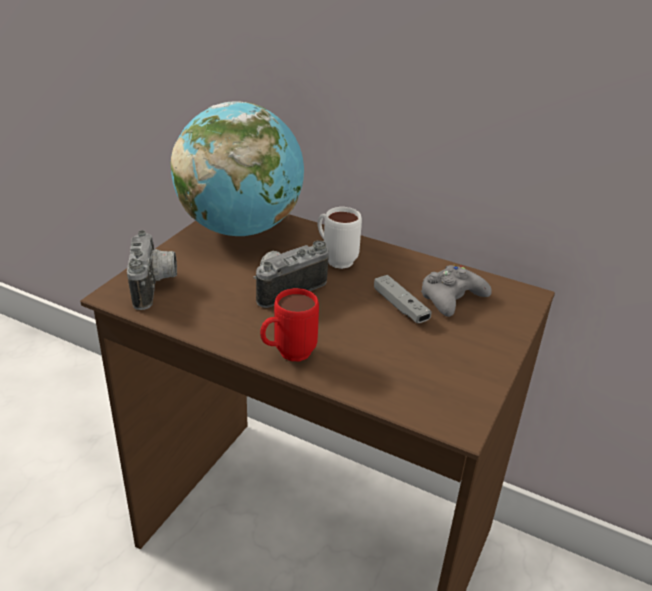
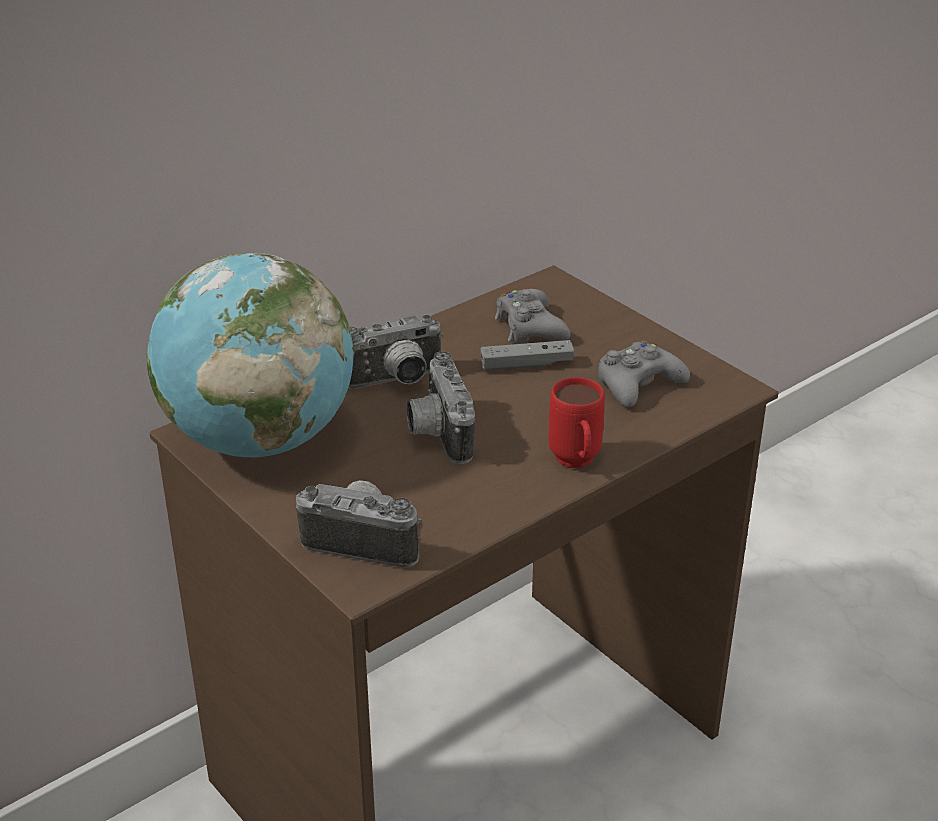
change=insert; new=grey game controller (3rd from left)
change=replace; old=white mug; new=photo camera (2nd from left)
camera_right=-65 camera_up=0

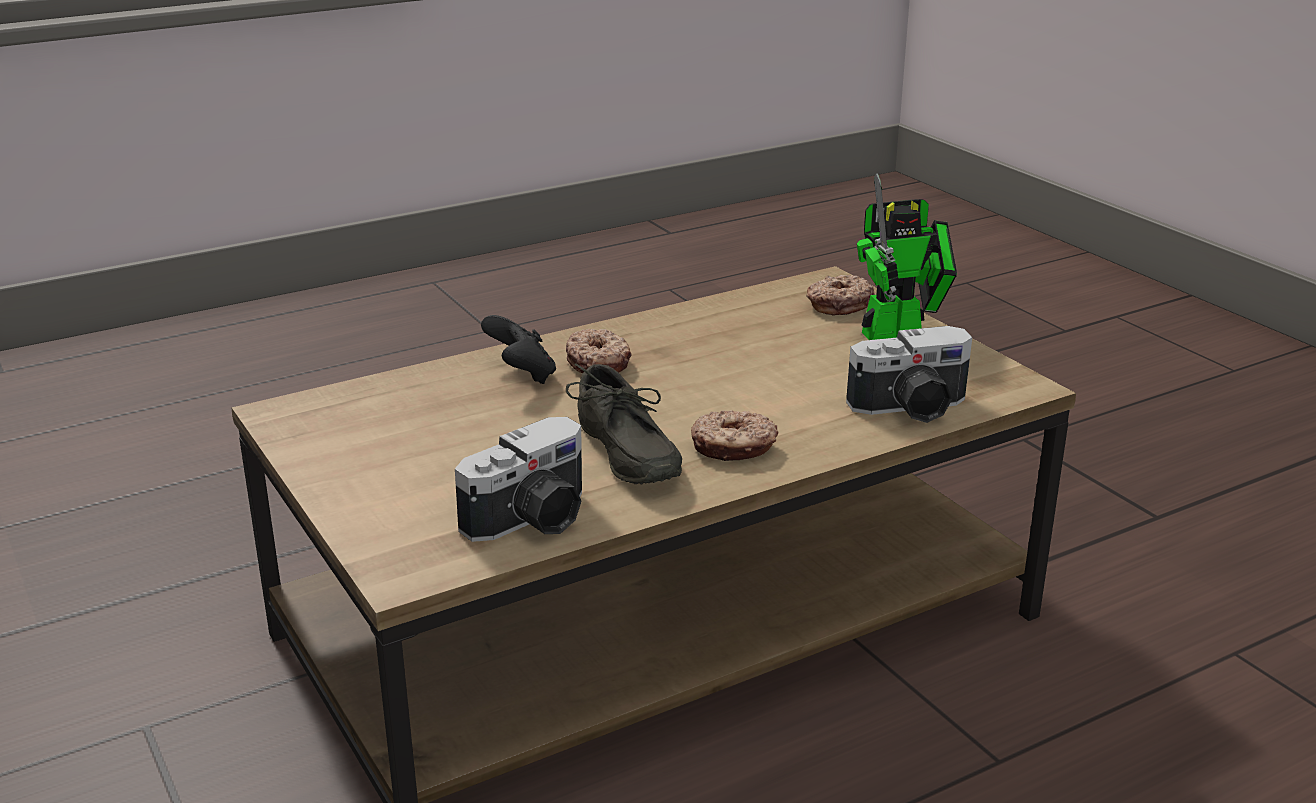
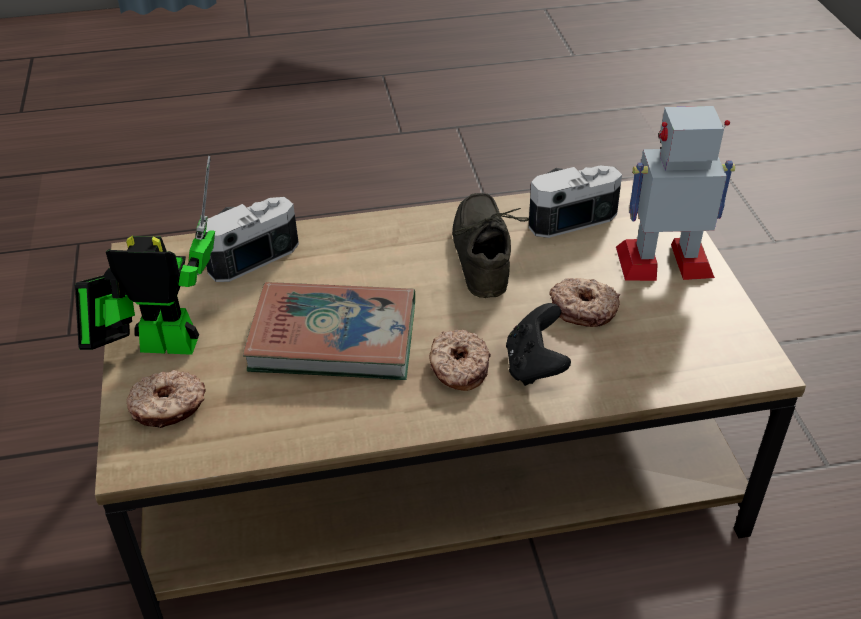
change=insert; new=book
change=insert; new=toy robot (2nd from left)
change=move; old=donut (2nd from left in the first image); new=donut (3rd from left)
change=rotate; old=photo camera (2nd from left in the first image); degrees=-45
camera_right=-160 camera_up=15

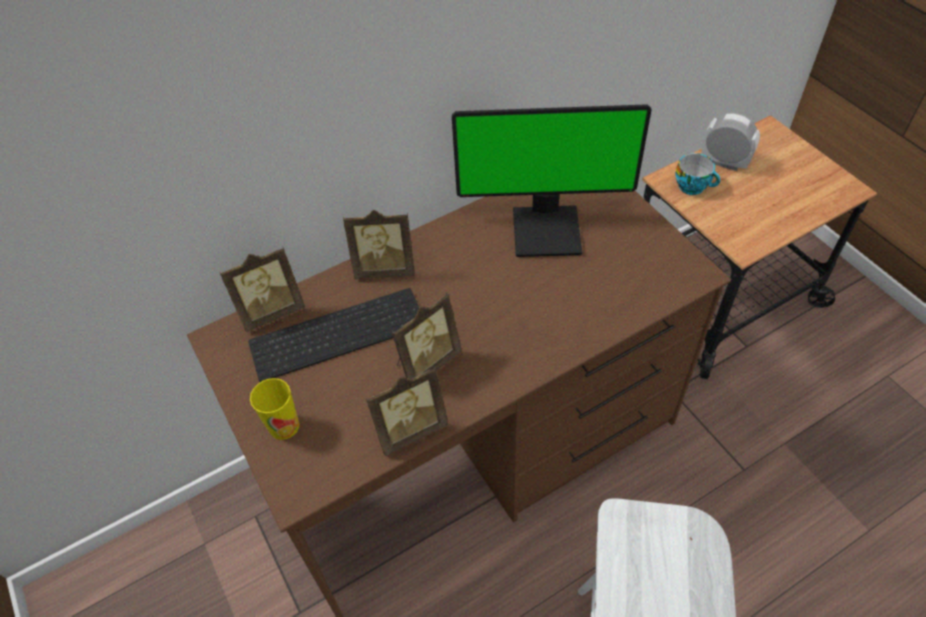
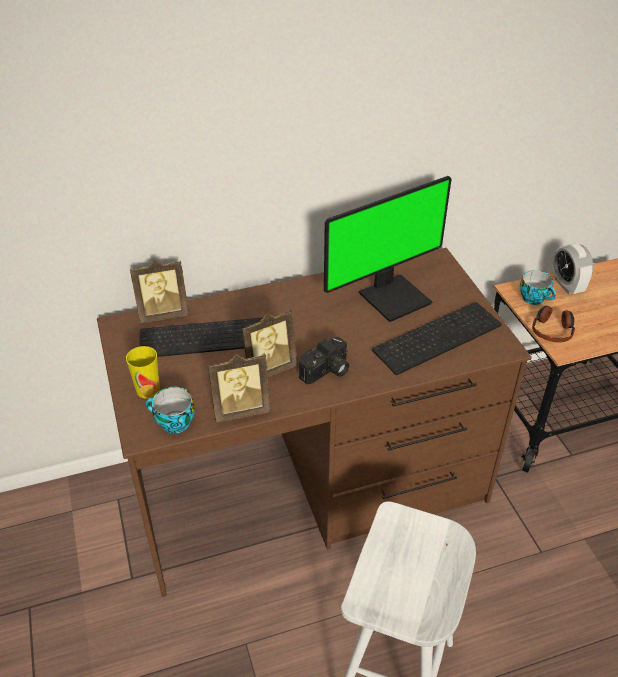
change=delete; old=picture frame (2nd from left)
change=insert; new=cup (2nd from left)
change=insert; new=photo camera
change=insert; new=keyboard (2nd from left)
change=insert; new=headphones
change=rotate; old=monitor; degrees=-45
change=rotate; old=alarm clock; degrees=-150
camera_right=10 camera_up=-10

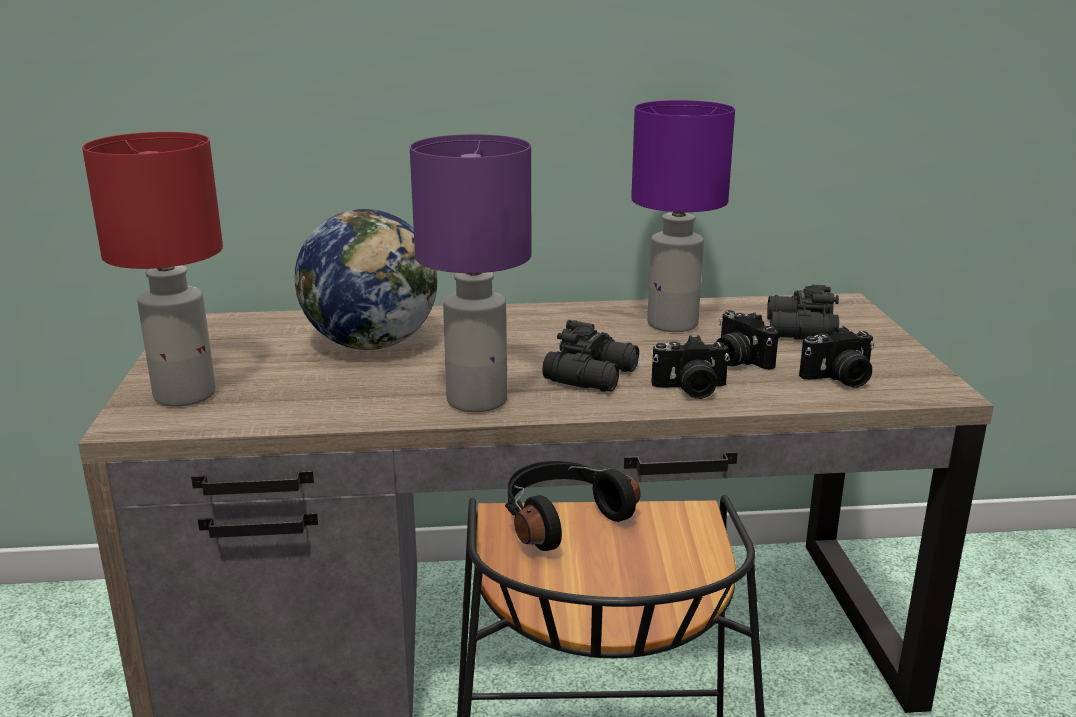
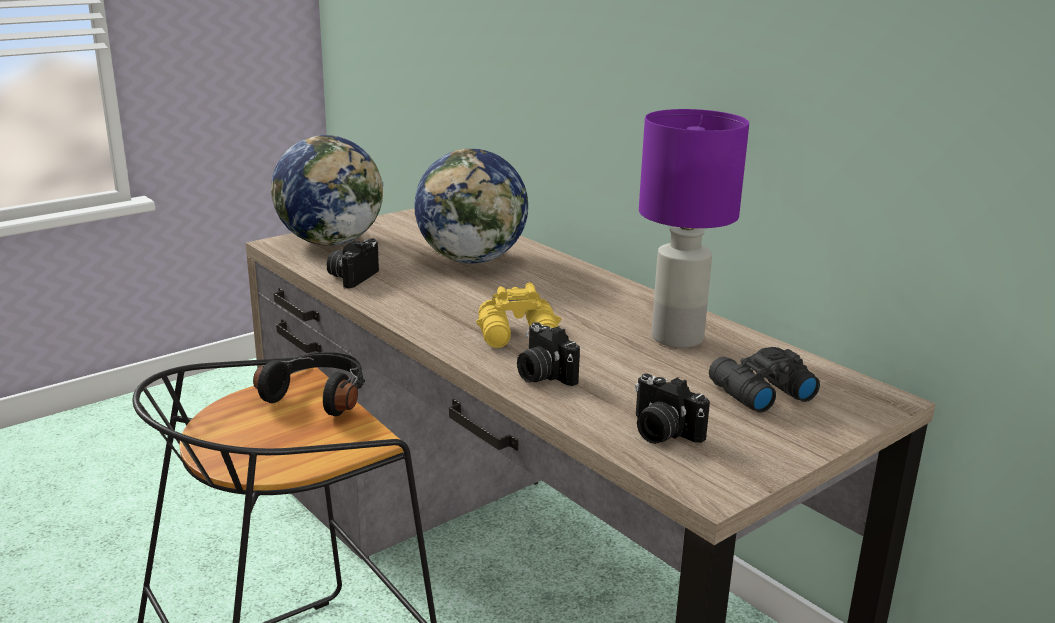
change=delete; old=purple table lamp (1st from left)
change=move; old=photo camera (2nd from left in the first image); new=photo camera (1st from left)
change=replace; old=red table lamp; new=globe (1st from left)
change=recolor; old=black binoculars (1st from left); new=yellow binoculars
camera_right=55 camera_up=0

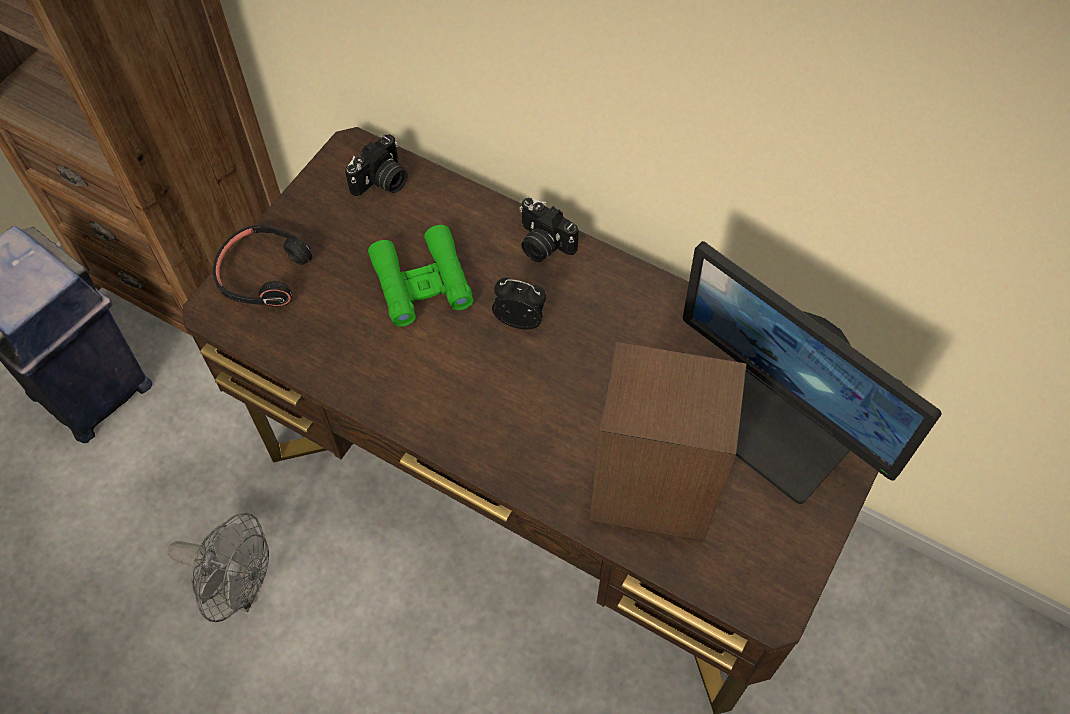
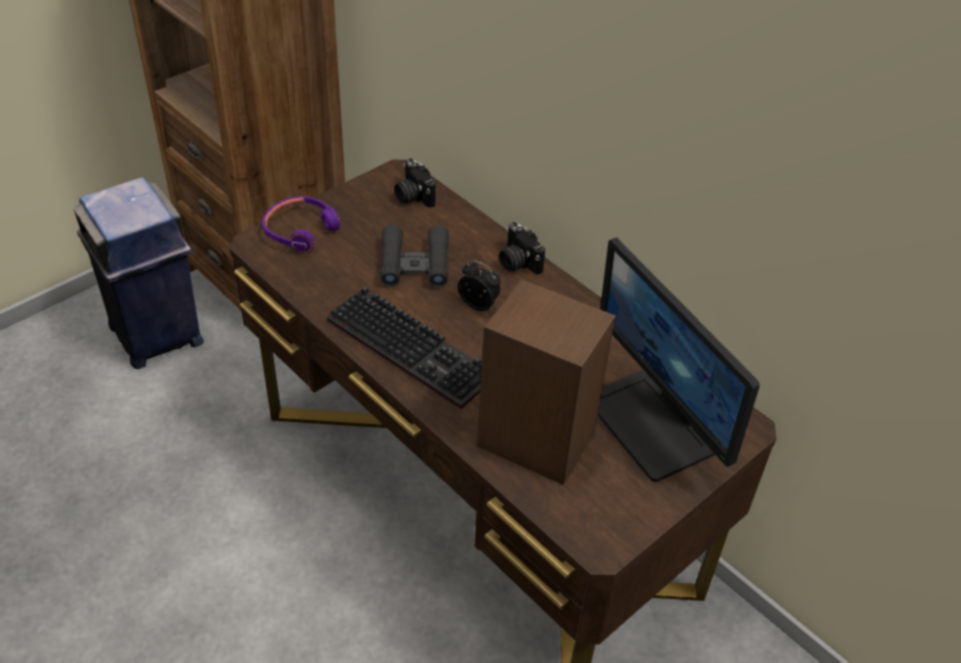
change=delete; old=grey fan
change=insert; new=keyboard
change=recolor; old=black headphones; new=purple headphones
change=recolor; old=green binoculars; new=black binoculars
change=rotate; old=photo camera (1st from left); degrees=90
camera_right=15 camera_up=-15

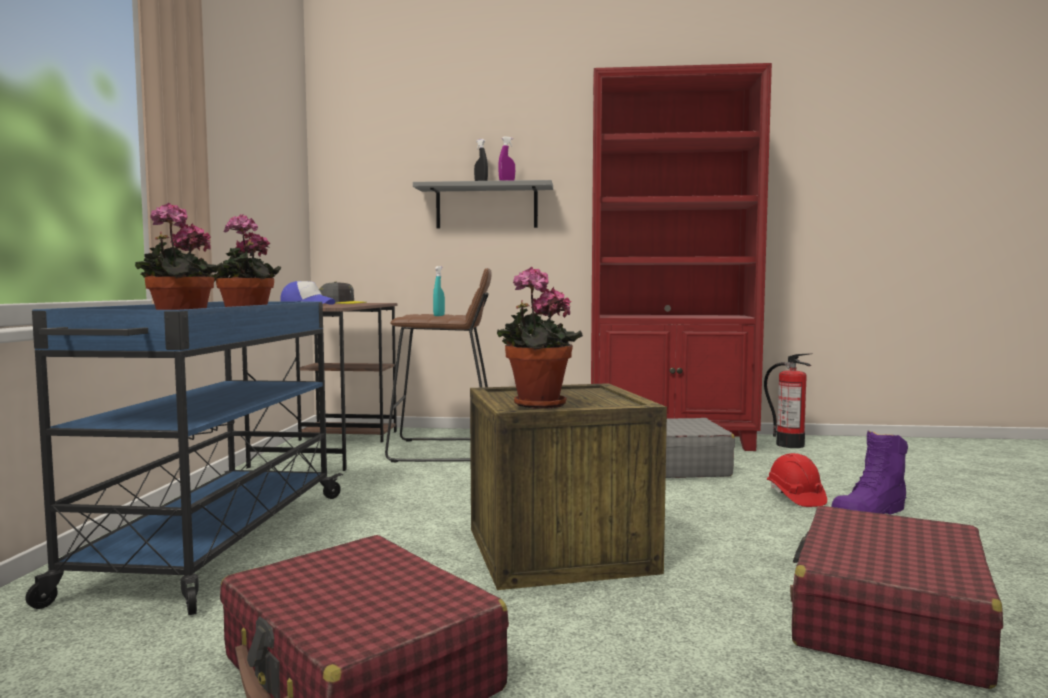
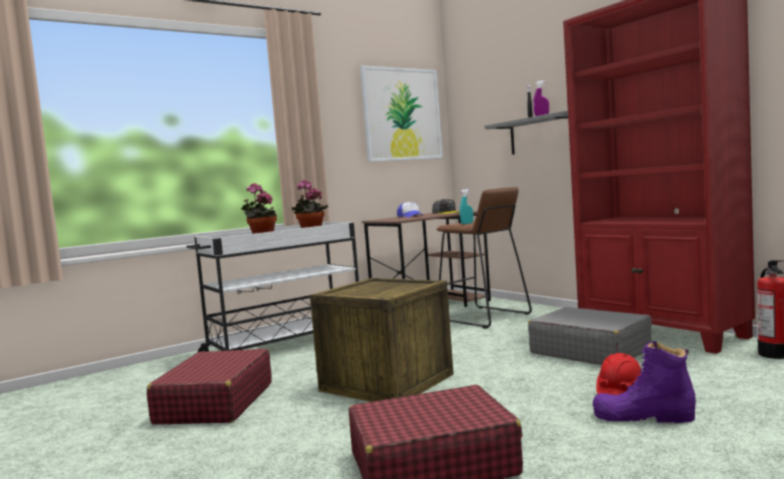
change=delete; old=potted plant (3rd from left)
change=insert; new=picture
change=recolor; old=blue cart; new=white cart
camera_right=50 camera_up=0

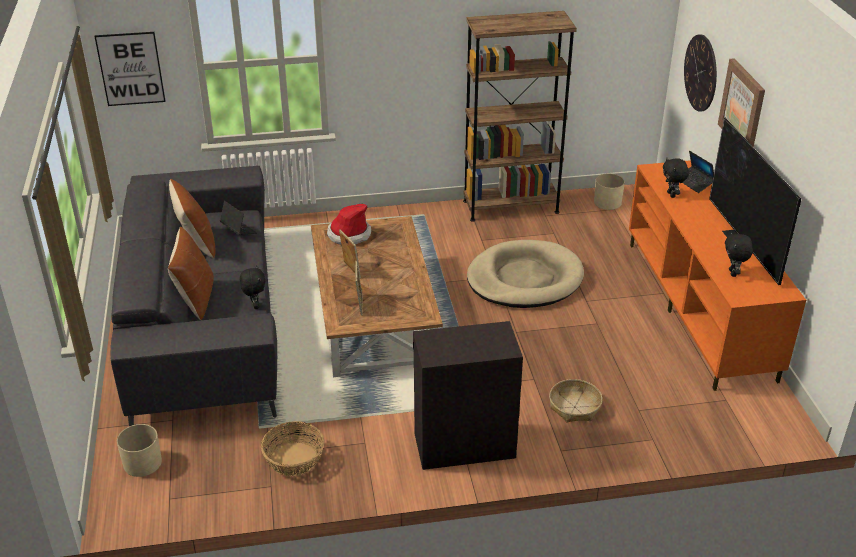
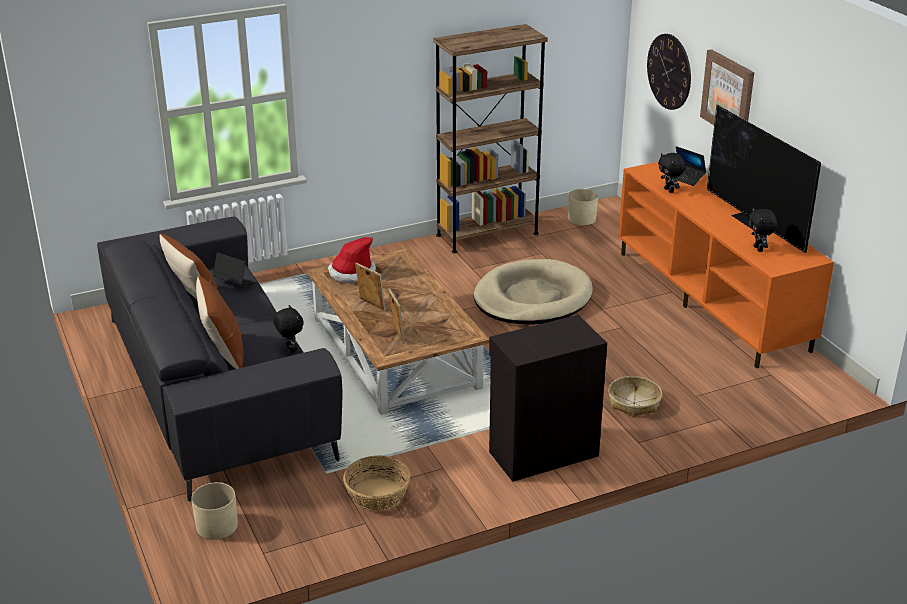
change=delete; old=picture (1st from left)
camera_right=-15 camera_up=-5

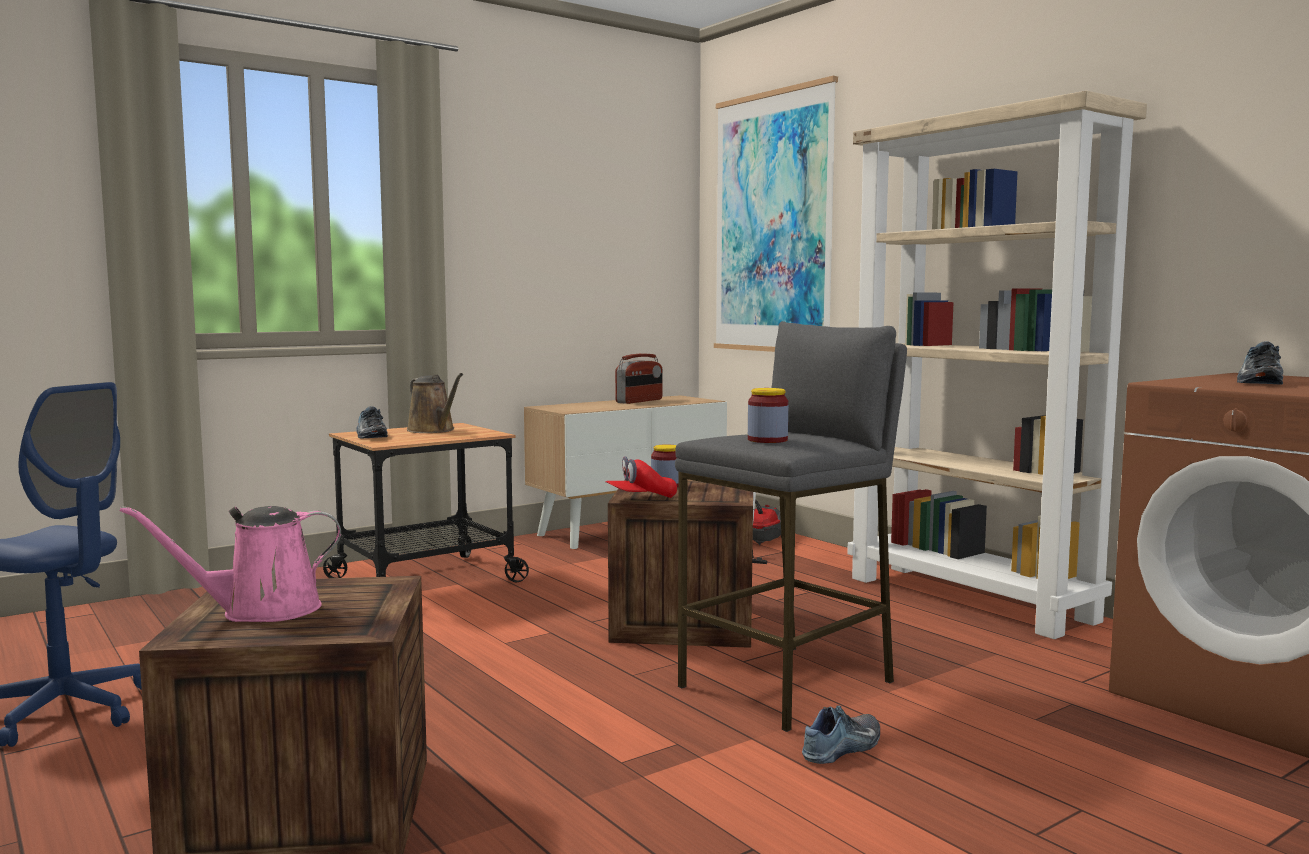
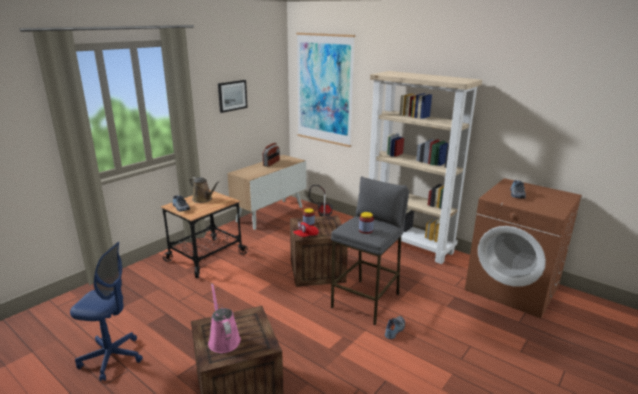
change=insert; new=picture (1st from left)
change=rotate; old=pink watering can; degrees=105
camera_right=-15 camera_up=15

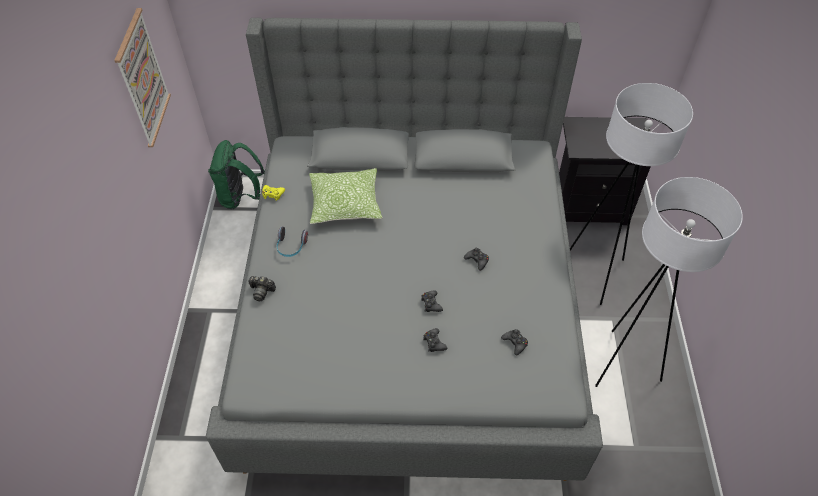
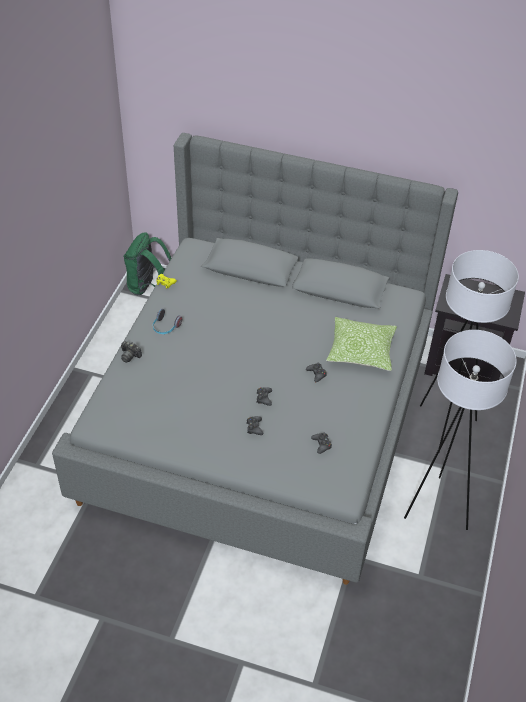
change=delete; old=picture
change=move; old=pillow
camera_right=15 camera_up=-5

